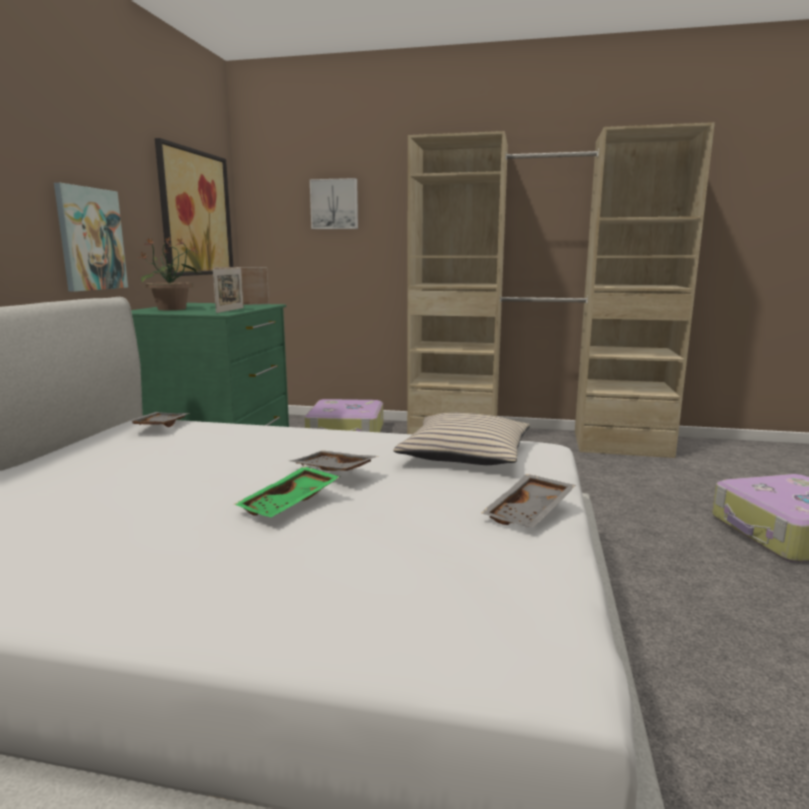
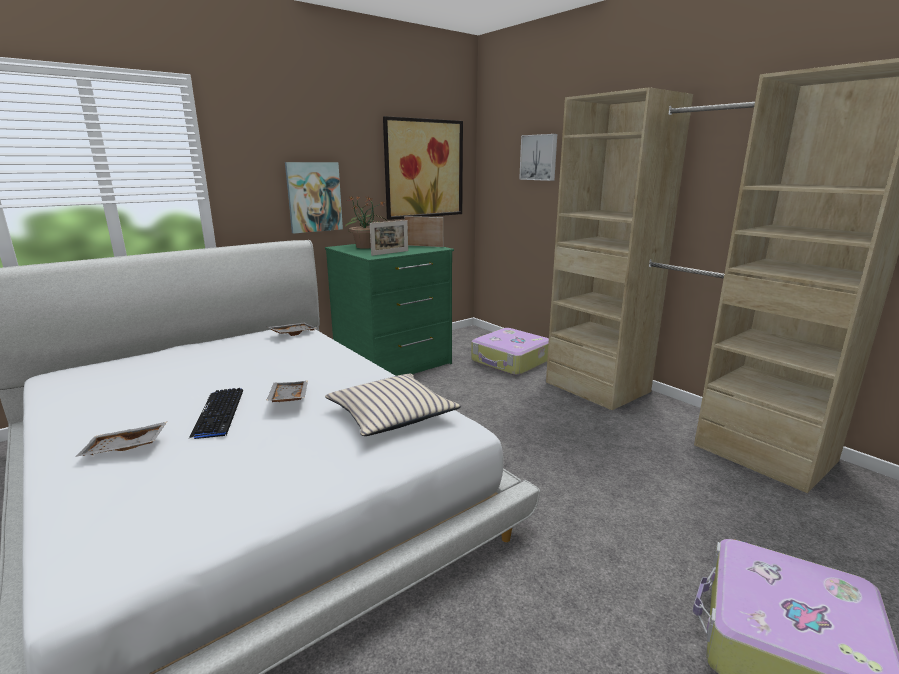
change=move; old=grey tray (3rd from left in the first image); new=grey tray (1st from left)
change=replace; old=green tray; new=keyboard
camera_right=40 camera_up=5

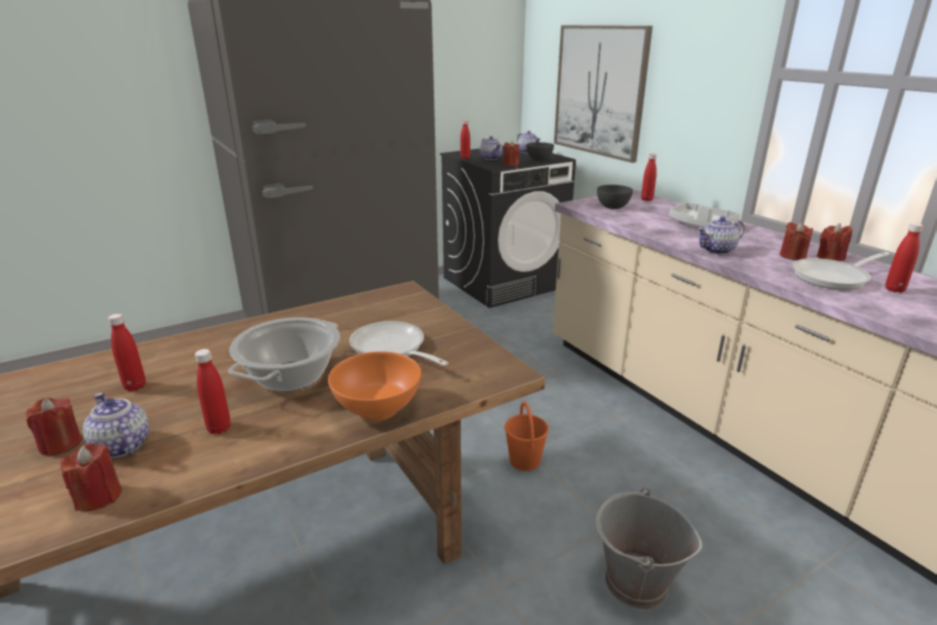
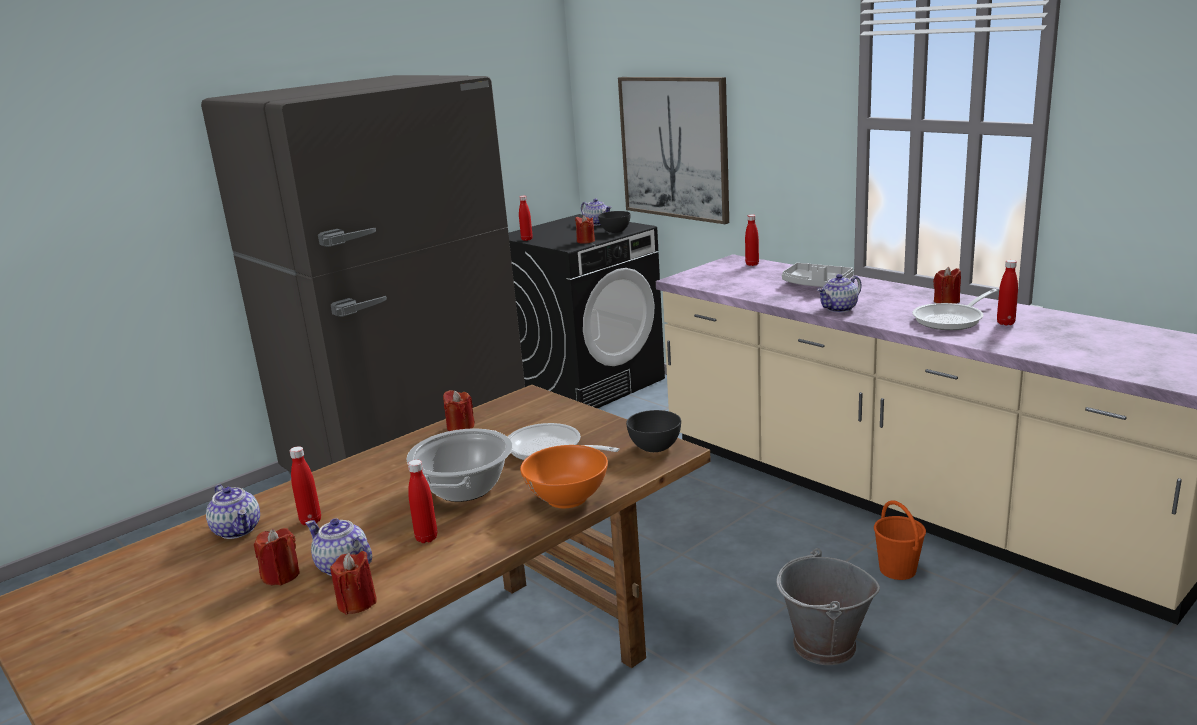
change=move; old=teapot (2nd from left in the first image); new=teapot (1st from left)
change=move; old=orange bucket
change=move; old=grey bowl (2nd from left)
change=move; old=red candle (4th from left in the first image); new=red candle (3rd from left)
camera_right=-10 camera_up=-5

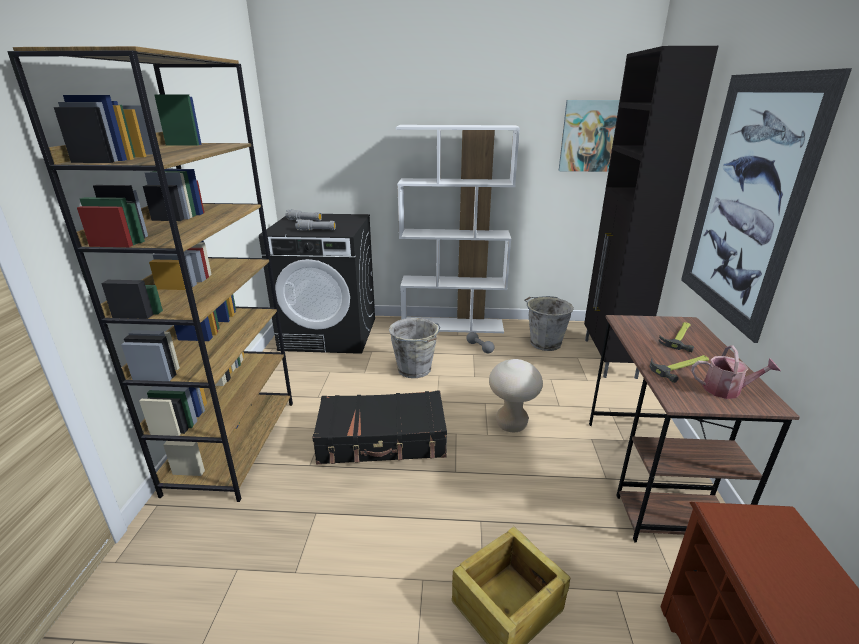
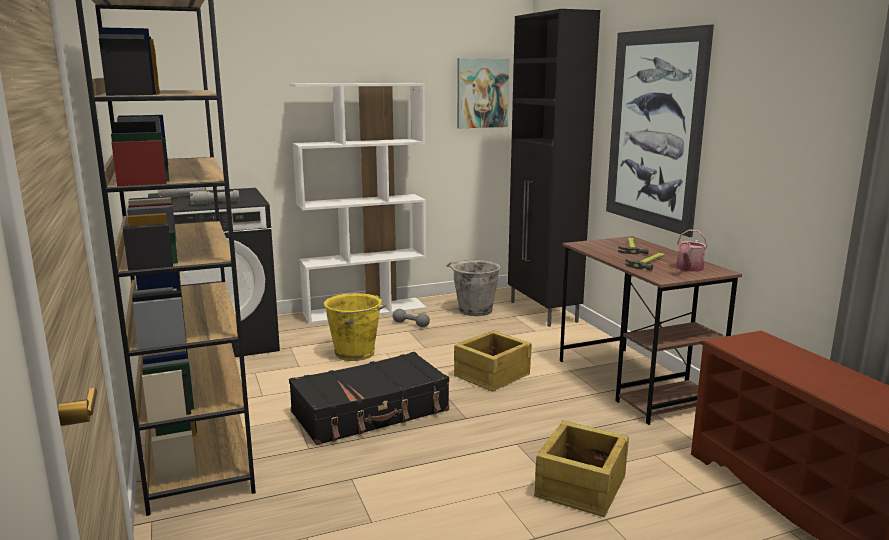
change=replace; old=beige stool; new=crate (1st from left)
change=recolor; old=grey bucket (1st from left); new=yellow bucket
change=rotate; old=watering can; degrees=135
camera_right=-25 camera_up=-10

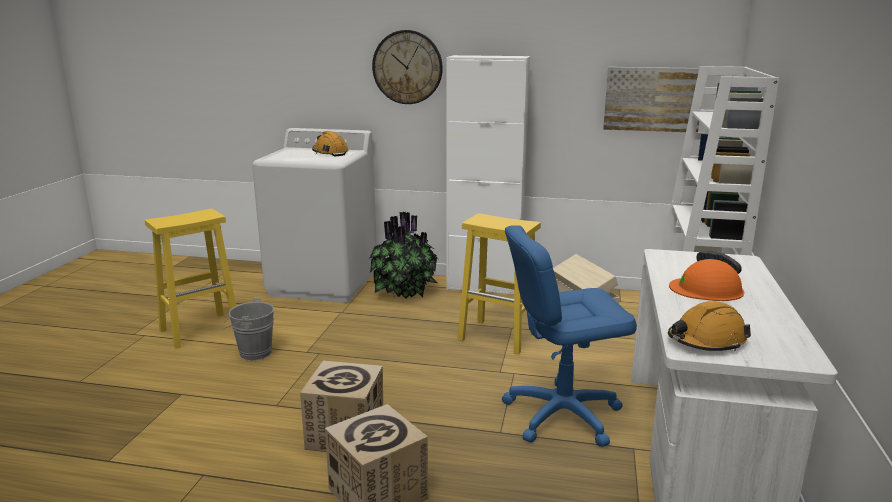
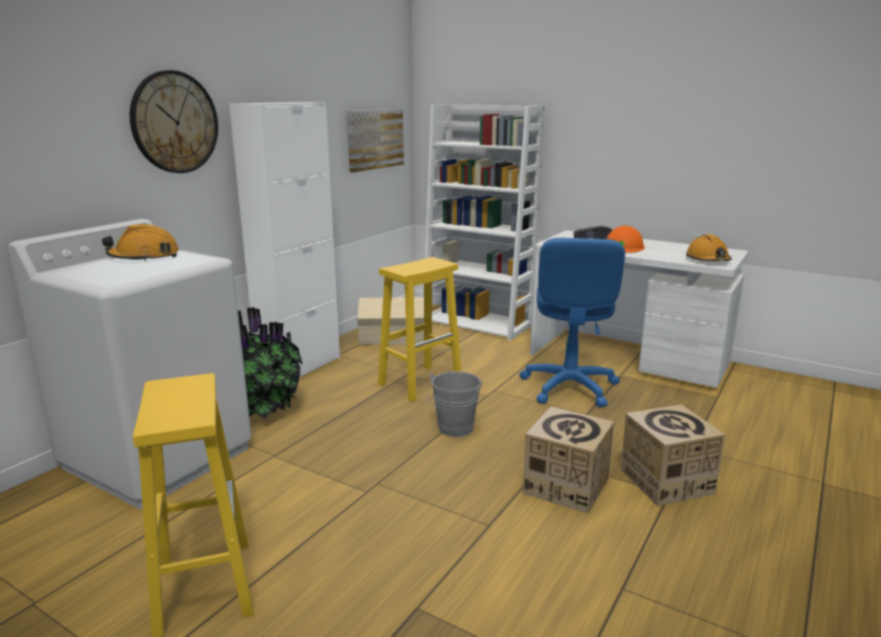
change=move; old=grey bucket
camera_right=-70 camera_up=0

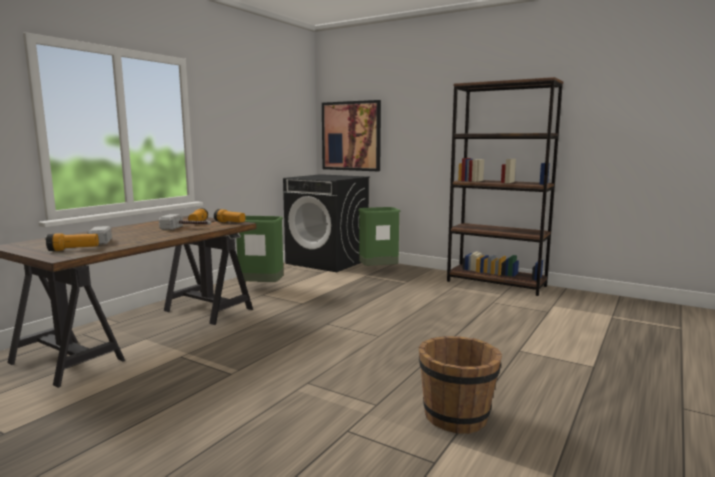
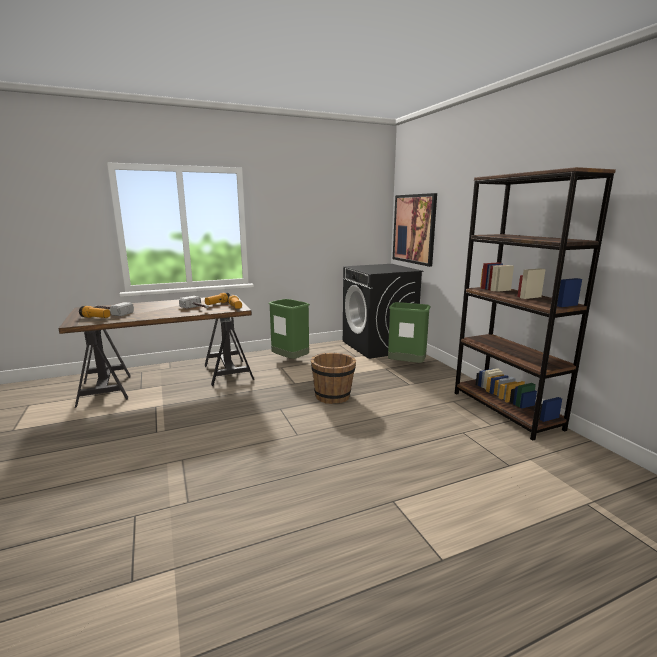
change=move; old=brown bucket
camera_right=35 camera_up=5

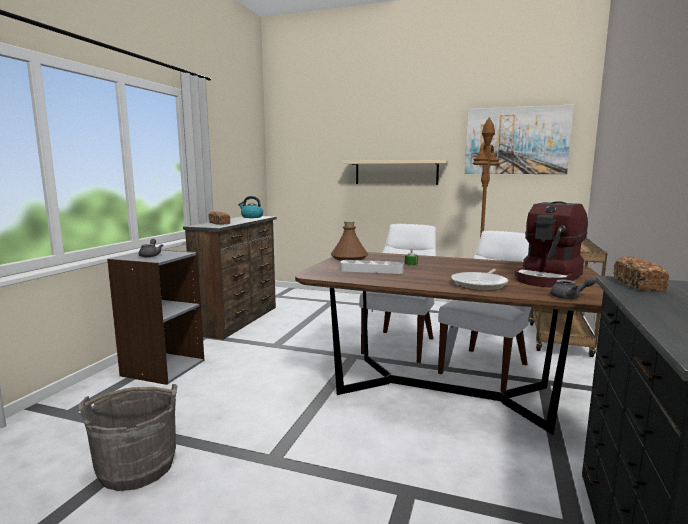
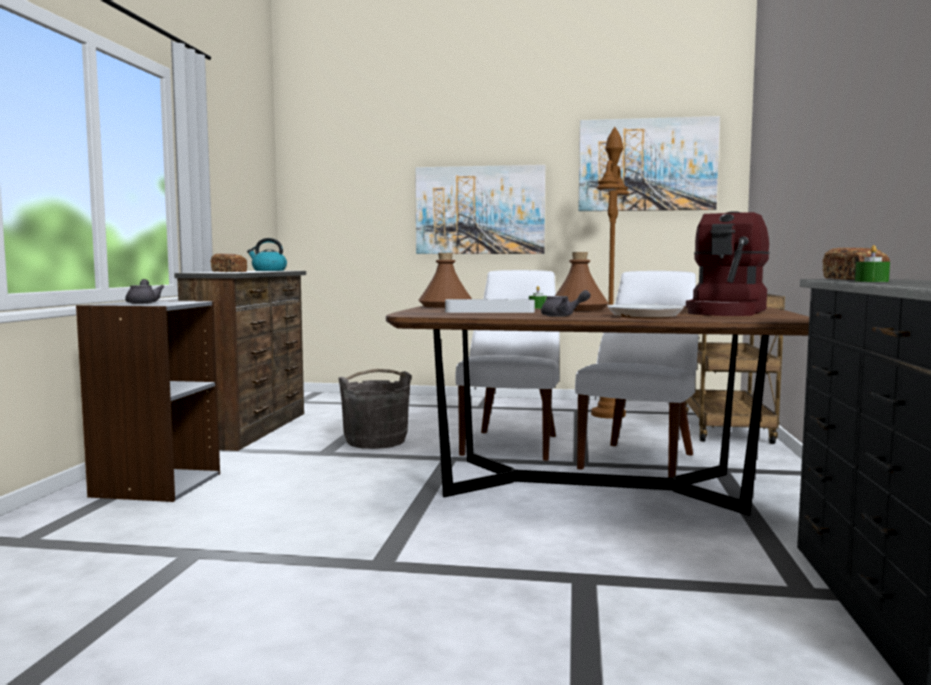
change=insert; new=brown bottle (2nd from left)
change=insert; new=green candle (2nd from left)
change=move; old=grey bucket
change=move; old=grey teapot (2nd from left)
change=replace; old=beige shelf; new=picture (1st from left)
camera_right=-10 camera_up=-5

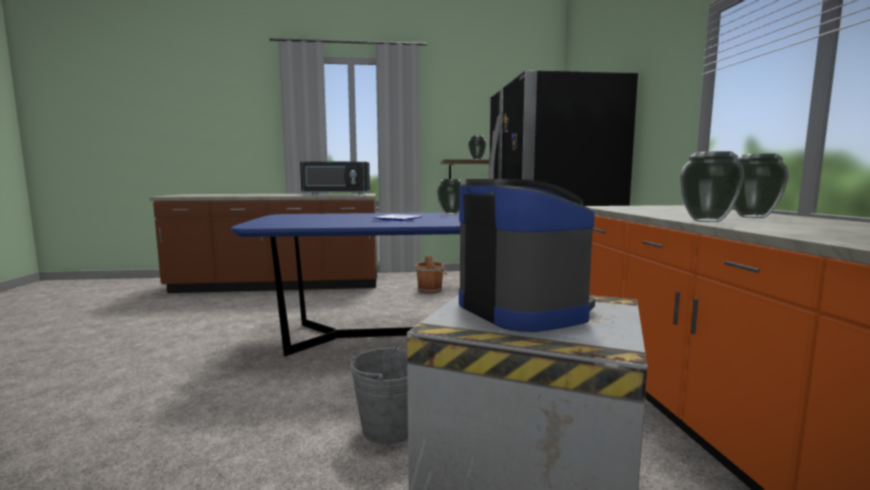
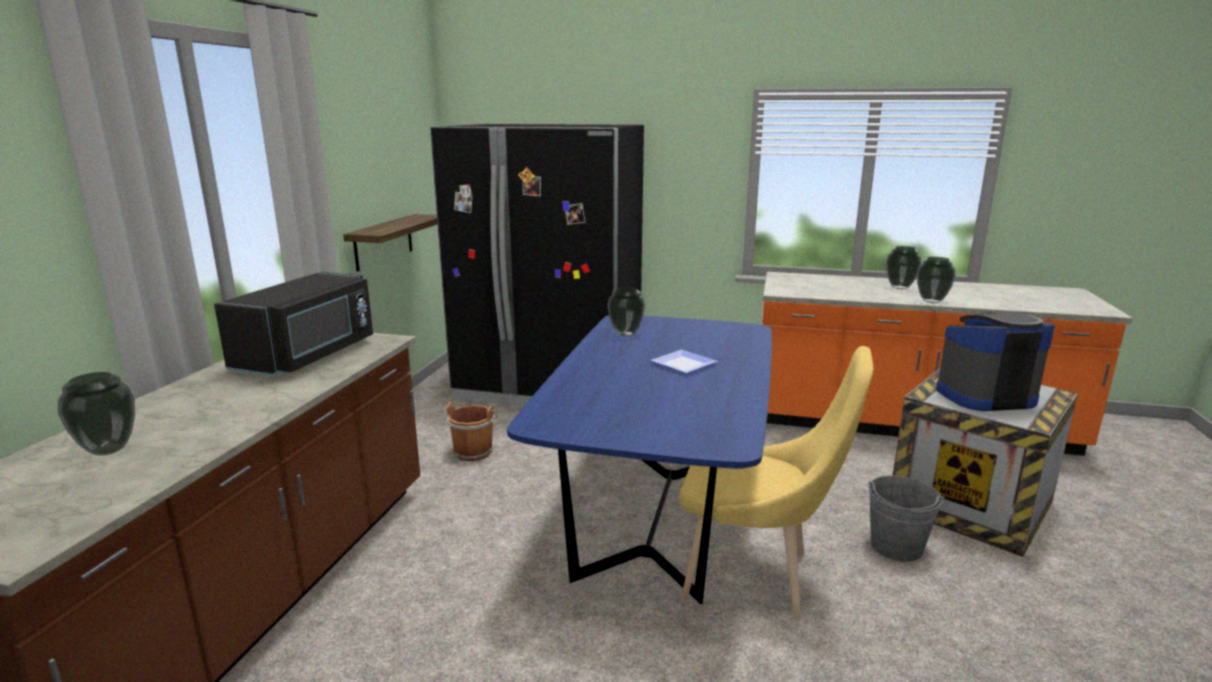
change=insert; new=yellow chair
change=move; old=vase (2nd from left in the first image); new=vase (1st from left)
camera_right=-70 camera_up=10

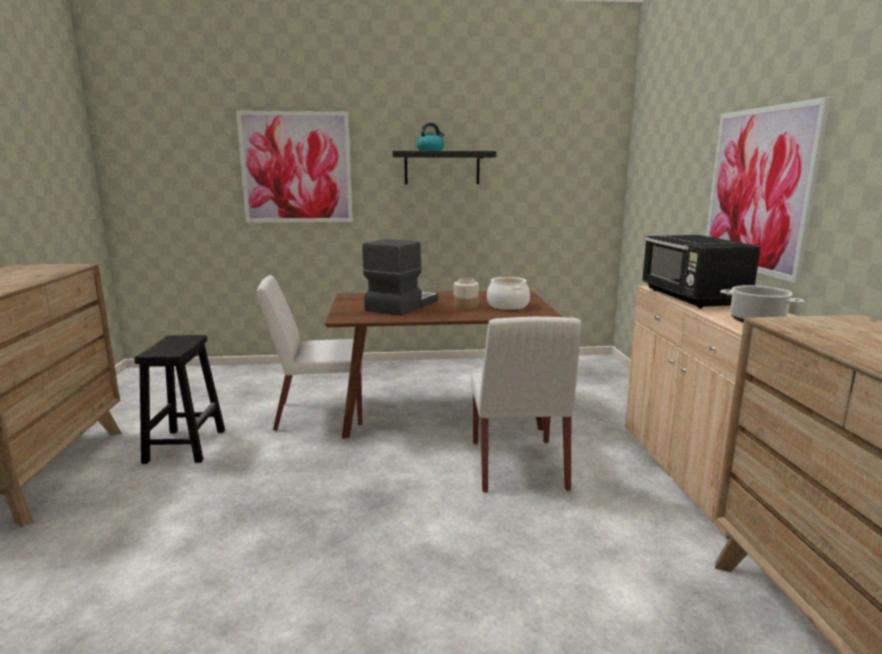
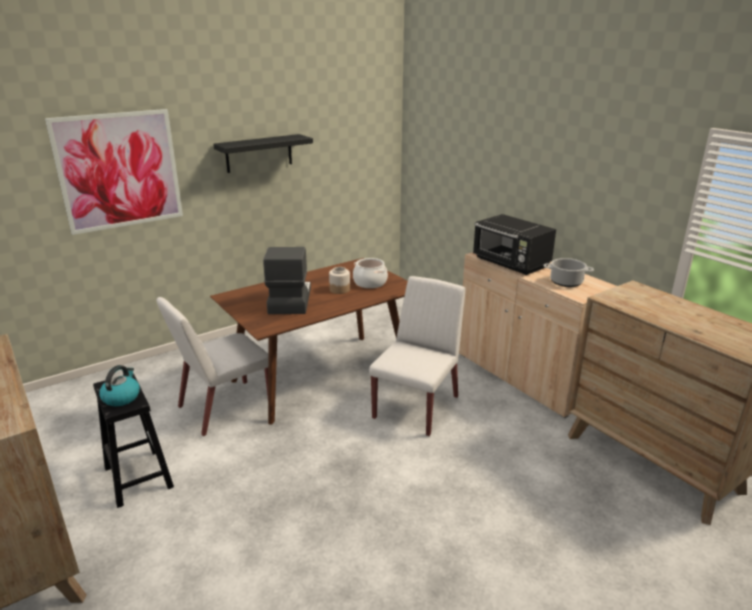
change=delete; old=picture (2nd from left)
change=move; old=kettle
change=rotate; old=white chair (2nd from left); degrees=-120
camera_right=-30 camera_up=10

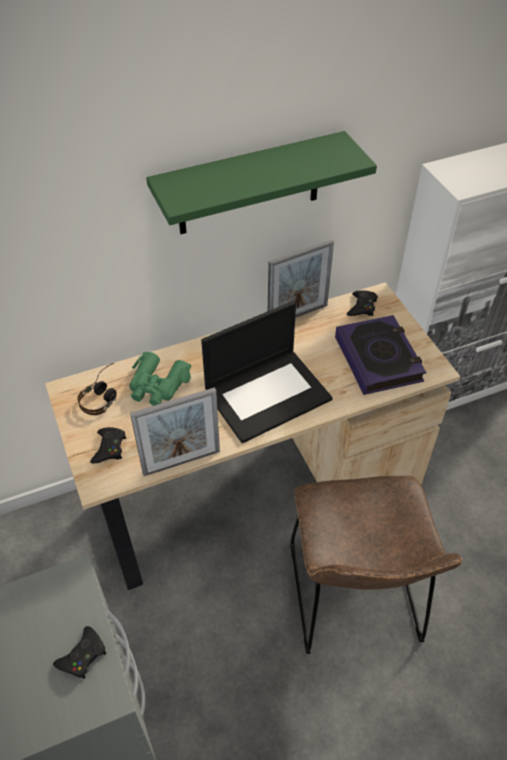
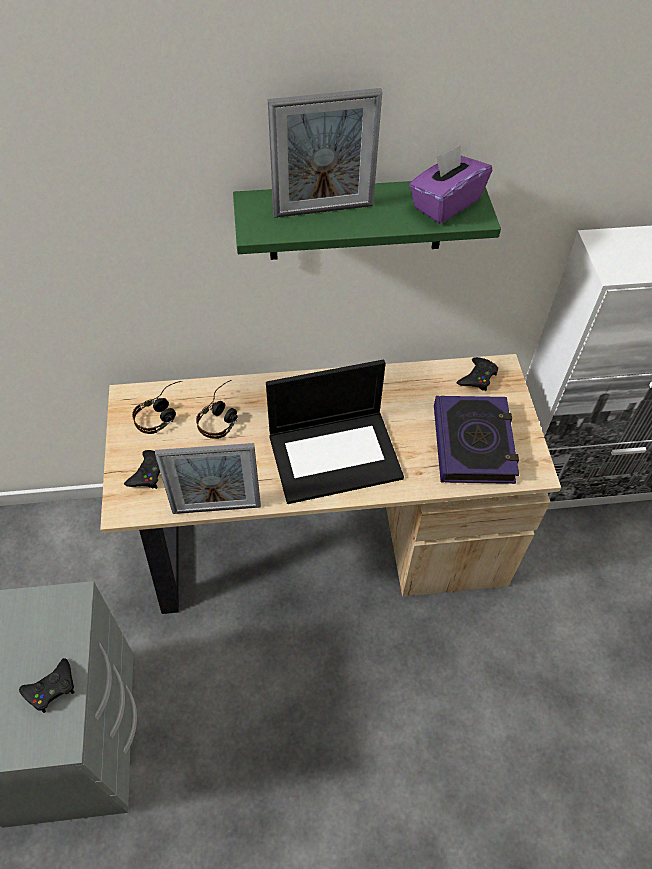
change=delete; old=brown chair
change=insert; new=purple tissue box
change=move; old=picture frame (2nd from left)
change=replace; old=green binoculars; new=headphones (2nd from left)
camera_right=15 camera_up=5

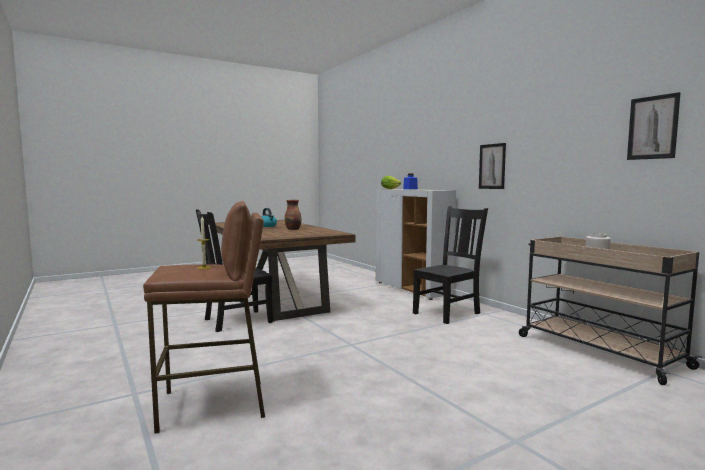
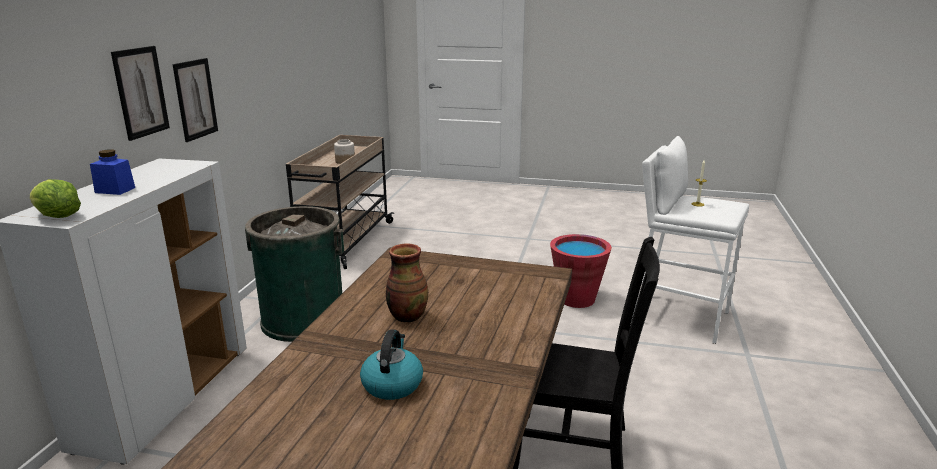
change=insert; new=red bucket
change=move; old=picture (2nd from left in the first image); new=picture (1st from left)
change=replace; old=black chair (2nd from left); new=green trash can
change=recolor; old=brown stool; new=white stool
camera_right=-135 camera_up=15

